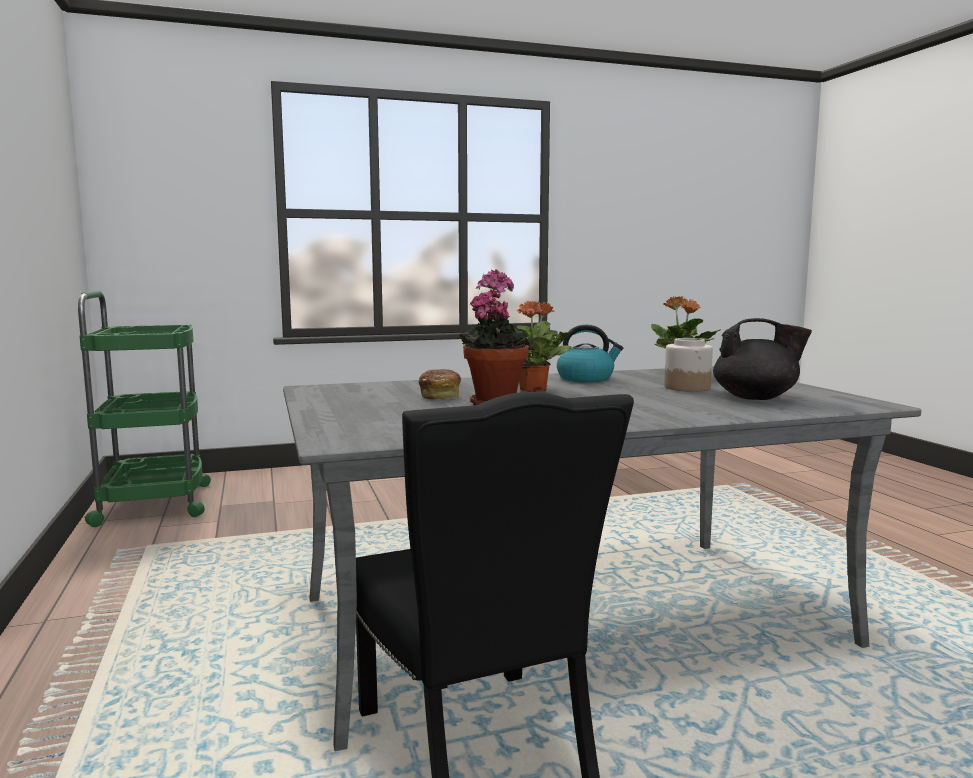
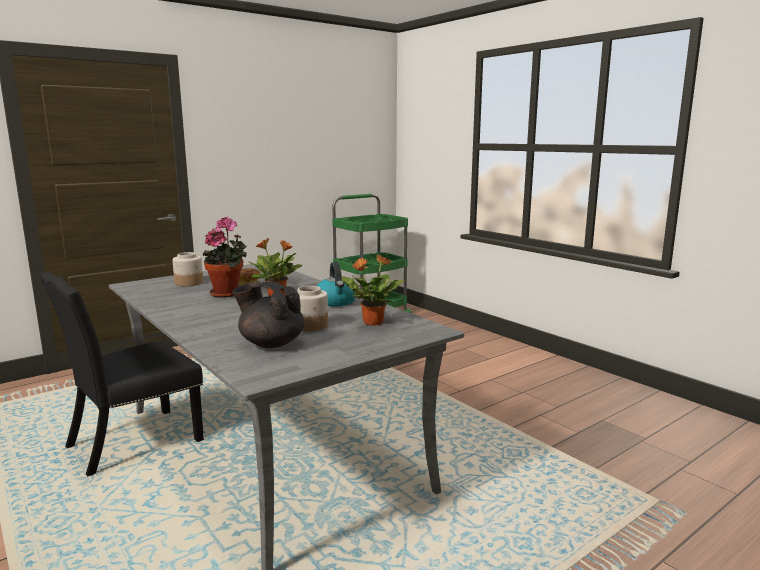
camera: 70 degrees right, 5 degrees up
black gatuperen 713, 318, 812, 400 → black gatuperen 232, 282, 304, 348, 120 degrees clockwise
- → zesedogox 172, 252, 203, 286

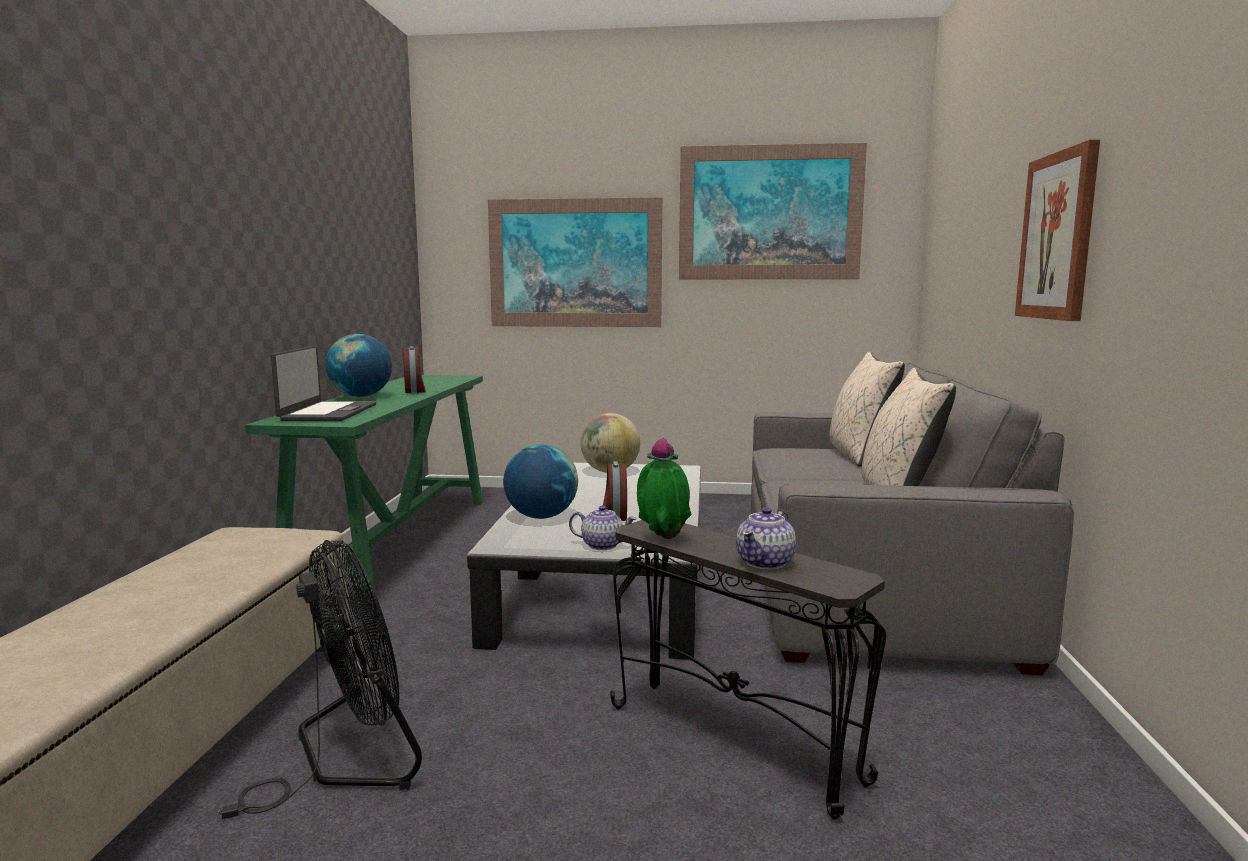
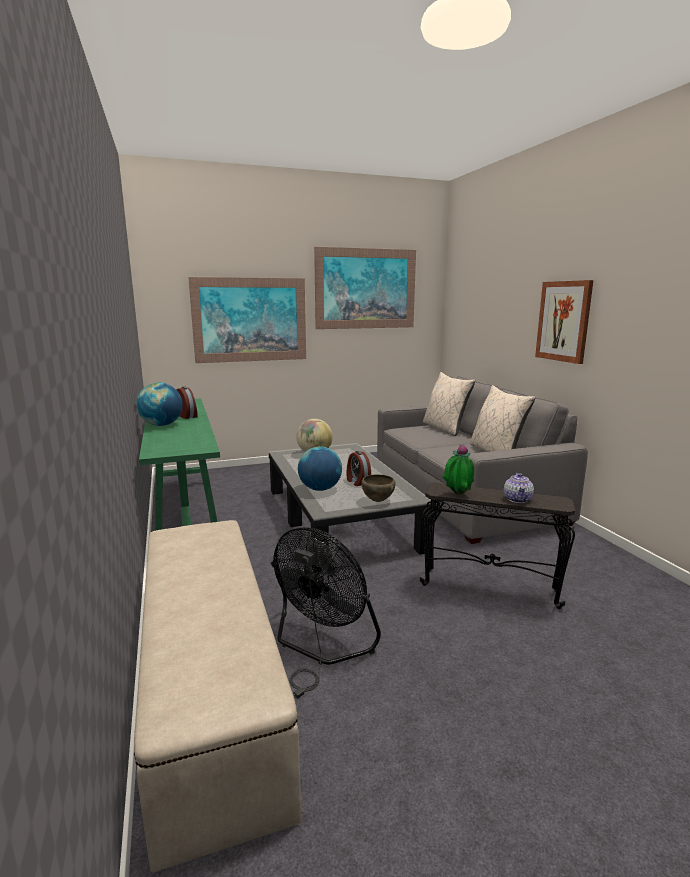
camera: 25 degrees left, 5 degrees up
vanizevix 271, 346, 376, 421 → -
gatuperen 569, 506, 637, 550 → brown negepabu 361, 474, 395, 502

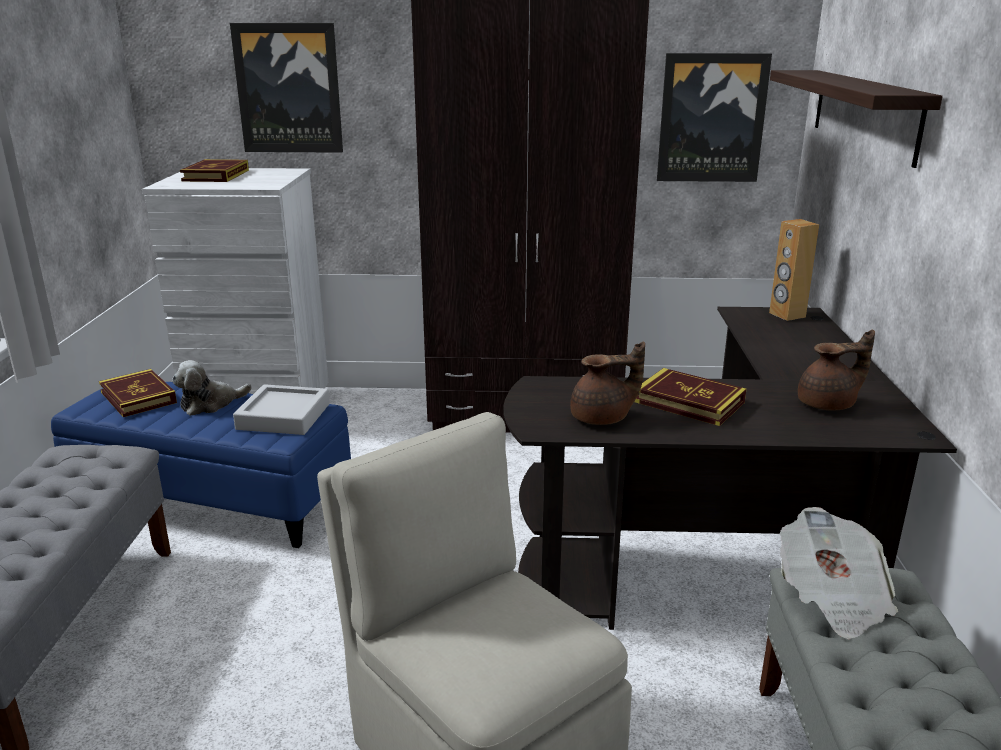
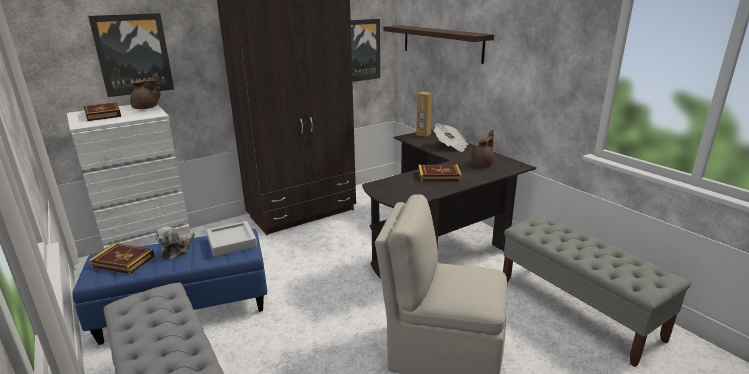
camera: 35 degrees left, 0 degrees up
brown gatuperen 570, 342, 645, 425 → brown gatuperen 130, 73, 161, 109, relocated
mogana 780, 507, 898, 639 → mogana 434, 123, 468, 152, relocated

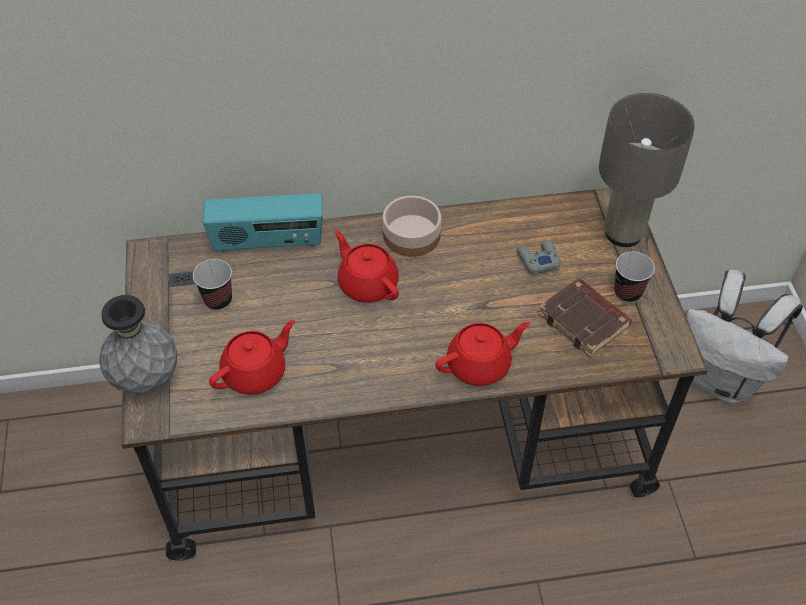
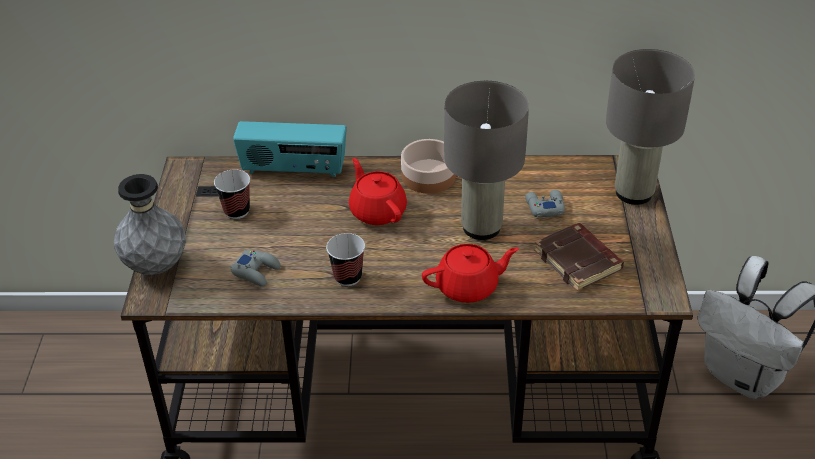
camera: 10 degrees right, 10 degrees down
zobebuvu 614, 252, 655, 303 → zobebuvu 326, 233, 365, 286, relocated
red gatuperen 209, 320, 295, 395 → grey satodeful 230, 249, 281, 287
- → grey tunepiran 444, 81, 529, 240

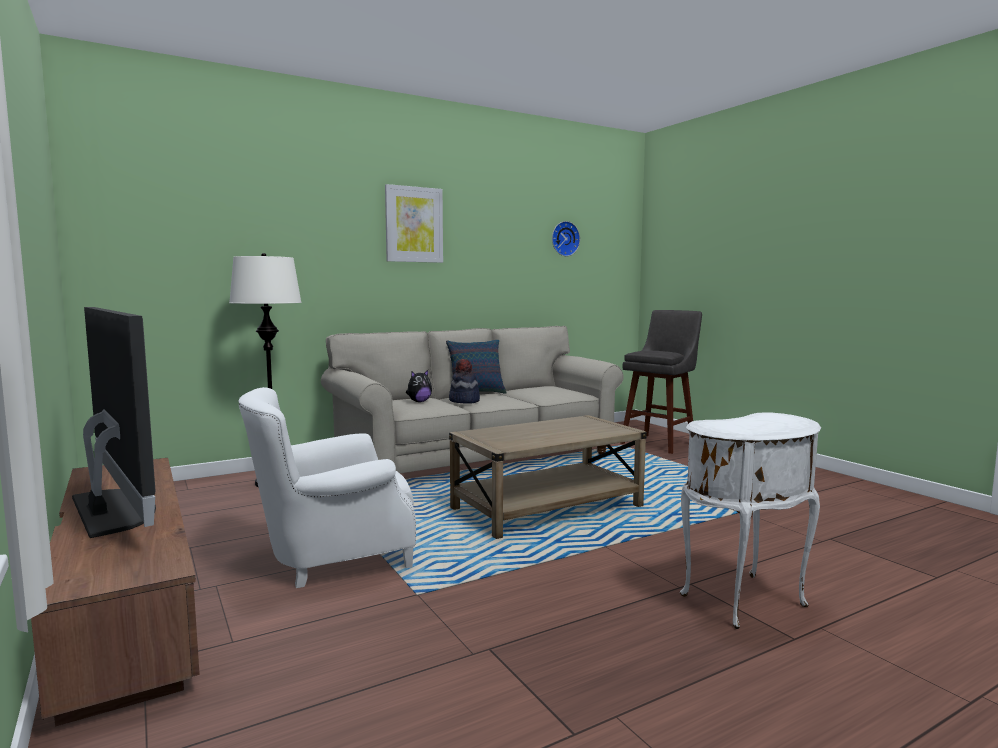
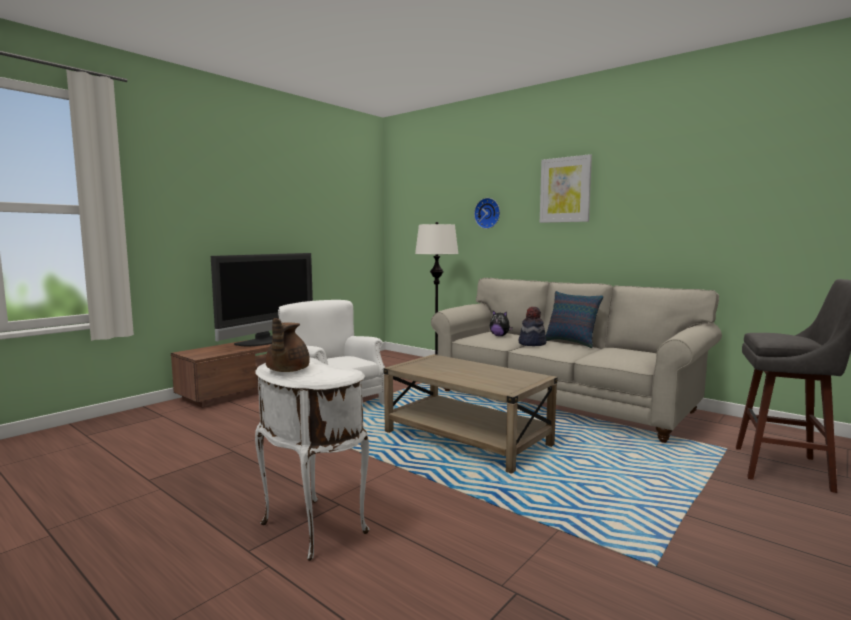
camera: 70 degrees right, 0 degrees up
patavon 552, 221, 580, 256 → patavon 474, 198, 500, 229, relocated
- → brown gatuperen 266, 318, 310, 372

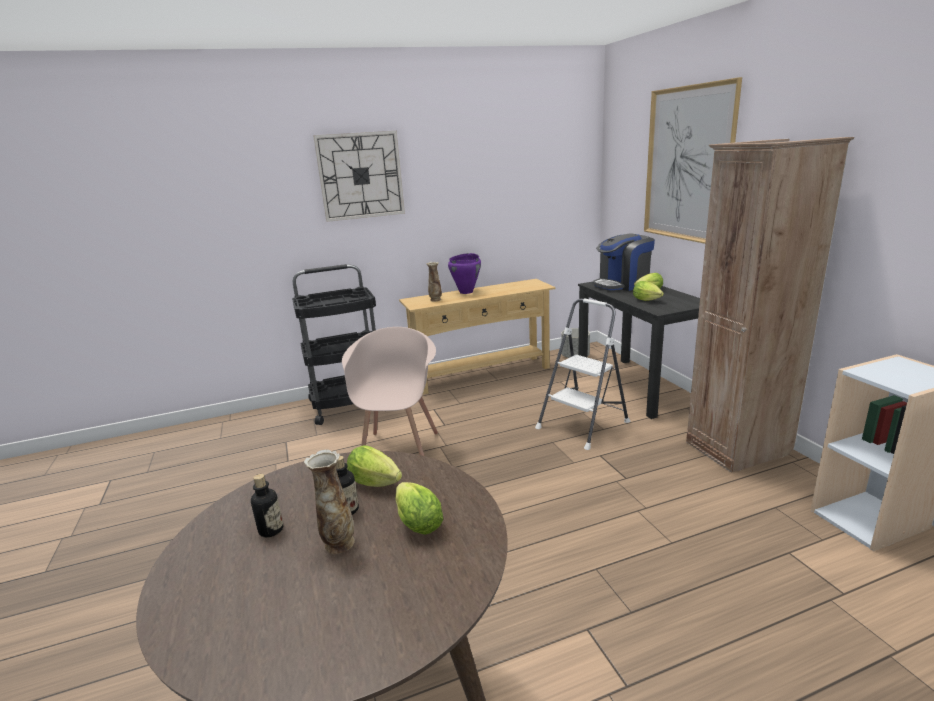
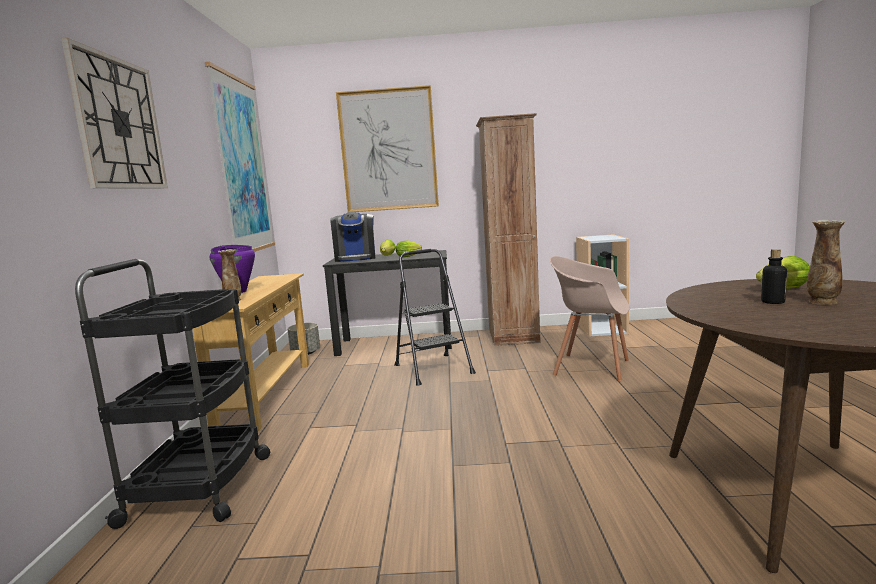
camera: 70 degrees left, 10 degrees down
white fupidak 535, 298, 631, 450 → black fupidak 394, 249, 476, 385
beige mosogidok 342, 327, 438, 456 → beige mosogidok 550, 256, 630, 381, relocated
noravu 347, 445, 402, 487 → -
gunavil 251, 474, 283, 537 → -
- → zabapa 205, 62, 275, 252

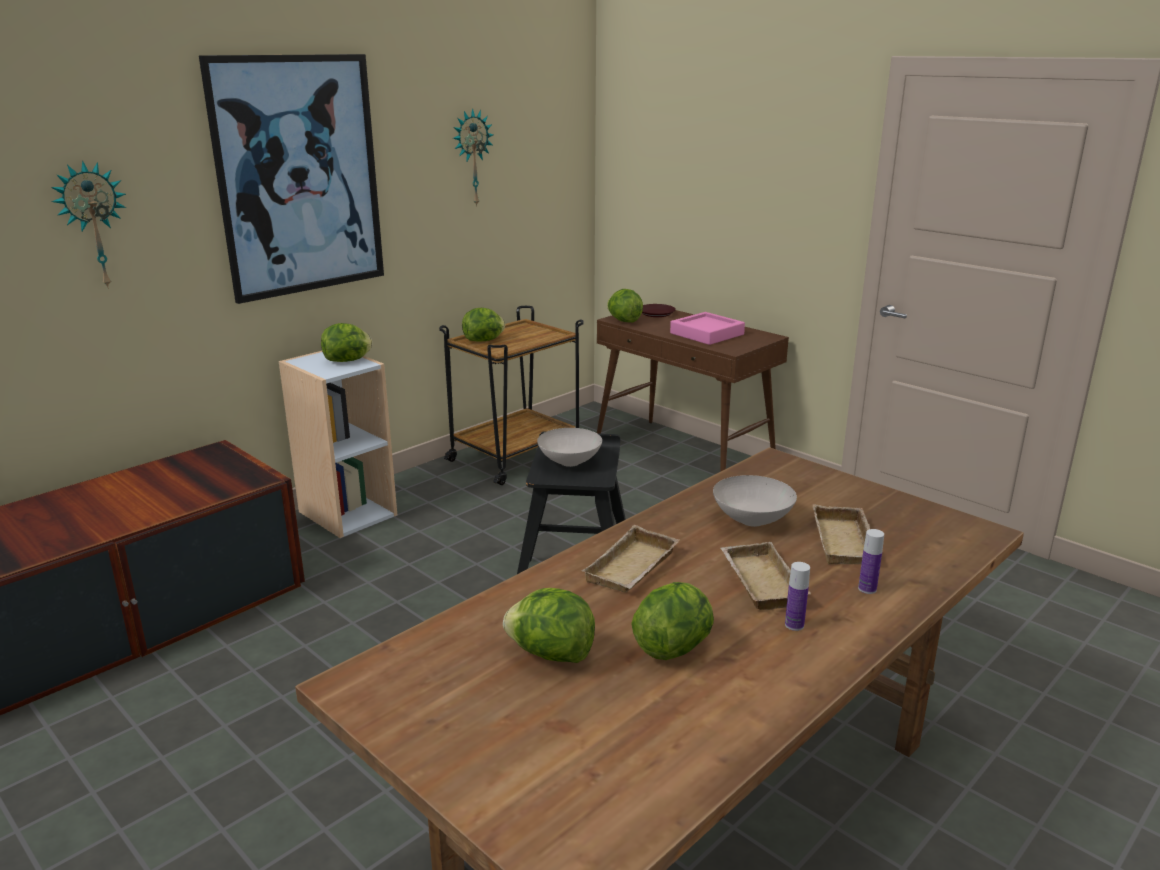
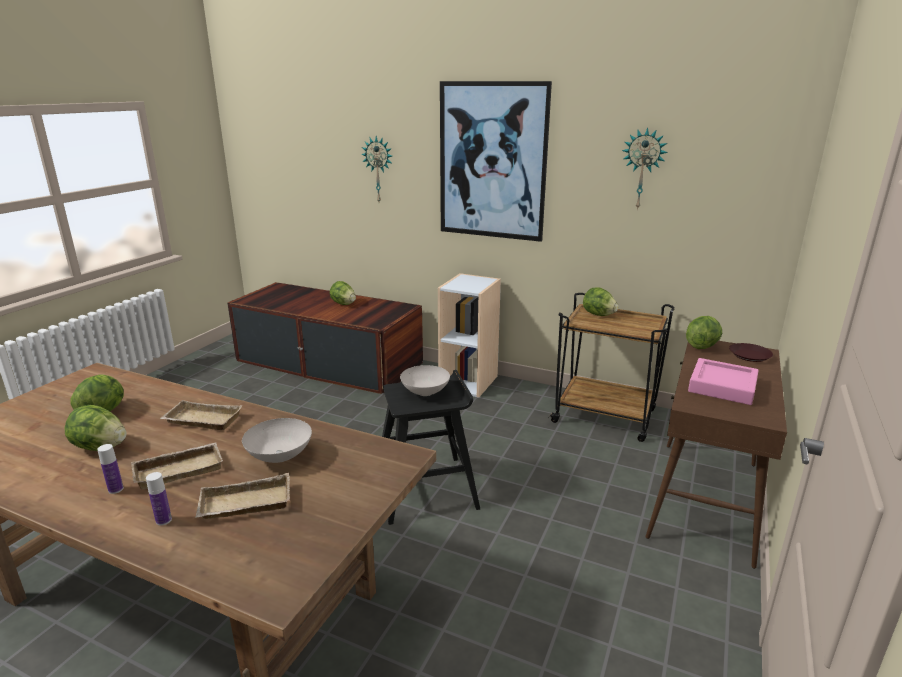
camera: 70 degrees right, 0 degrees up
noravu 321, 323, 372, 362 → noravu 330, 281, 356, 305, relocated

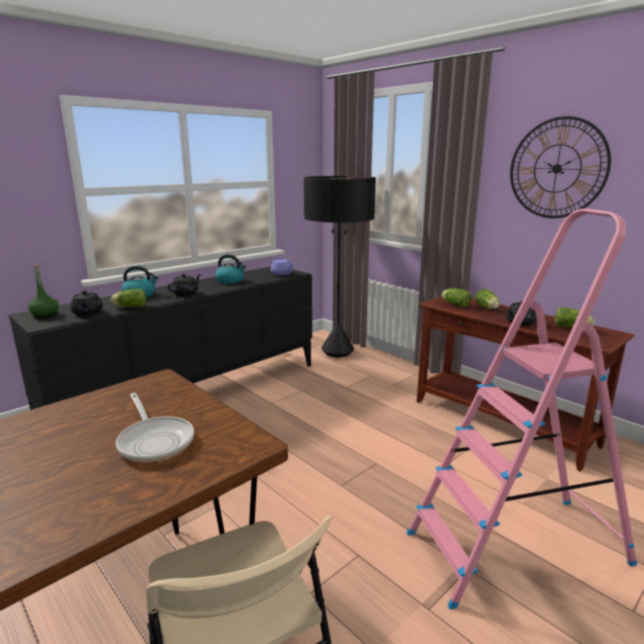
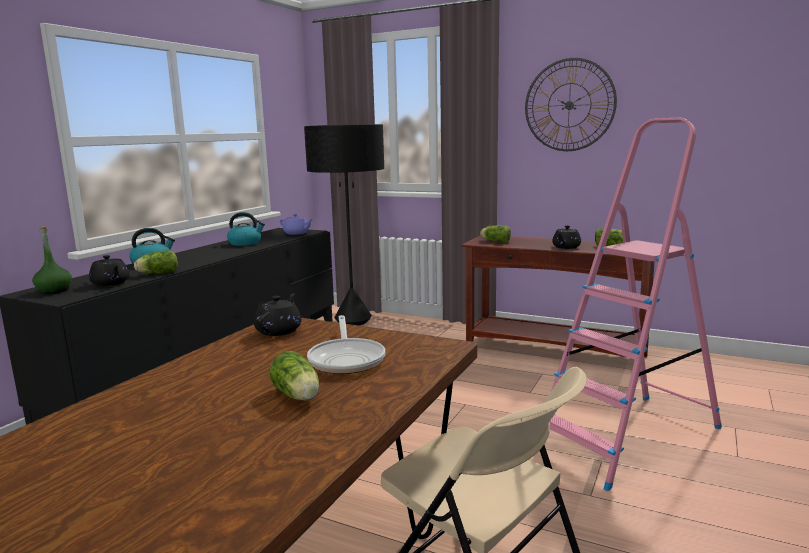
camera: 20 degrees left, 5 degrees down
black gatuperen 168, 274, 201, 296 → black gatuperen 254, 293, 302, 336, relocated
noravu 475, 289, 500, 309 → noravu 269, 351, 319, 401, relocated
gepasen 116, 393, 194, 462 → gepasen 307, 315, 385, 374, 45 degrees clockwise

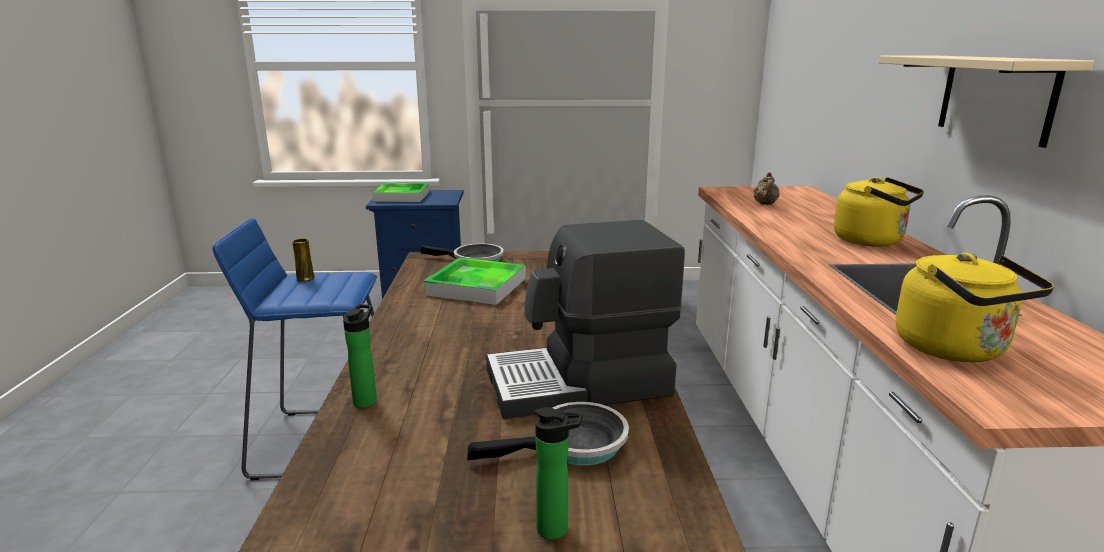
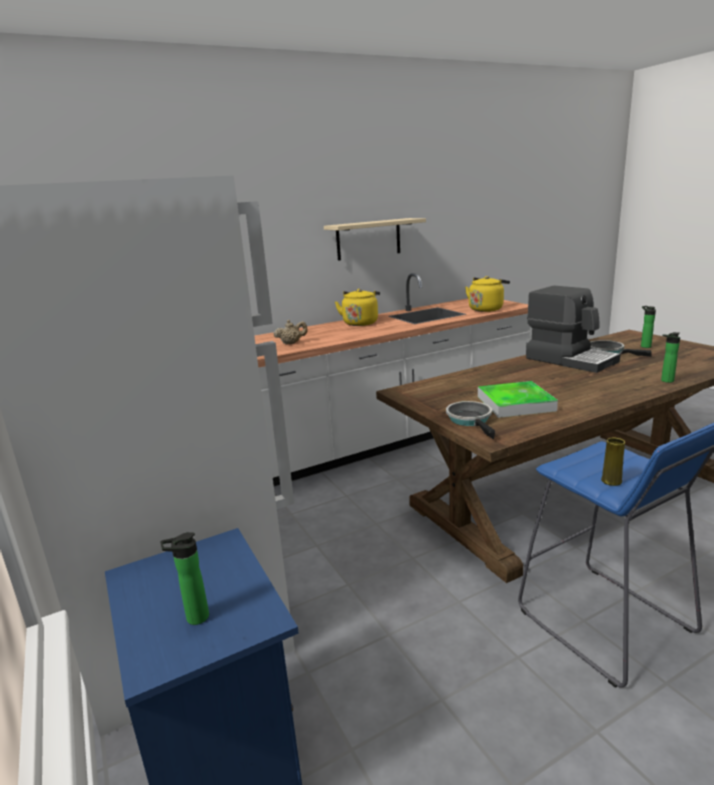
camera: 115 degrees left, 0 degrees up
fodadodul 372, 183, 430, 202 → gunavil 160, 532, 209, 625

